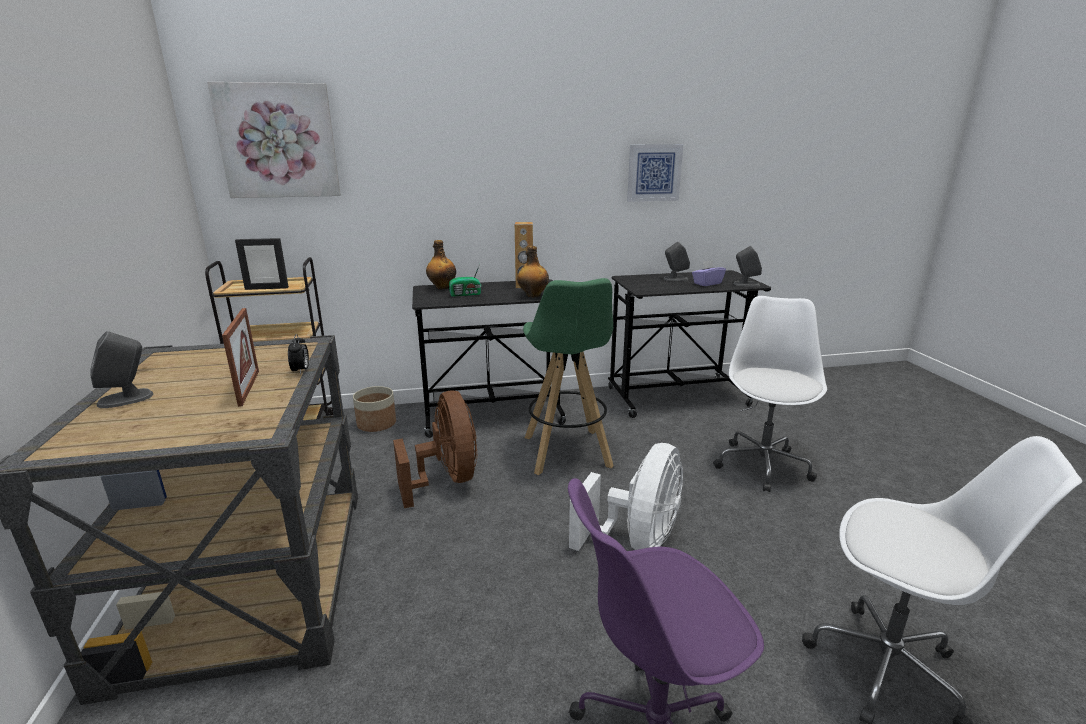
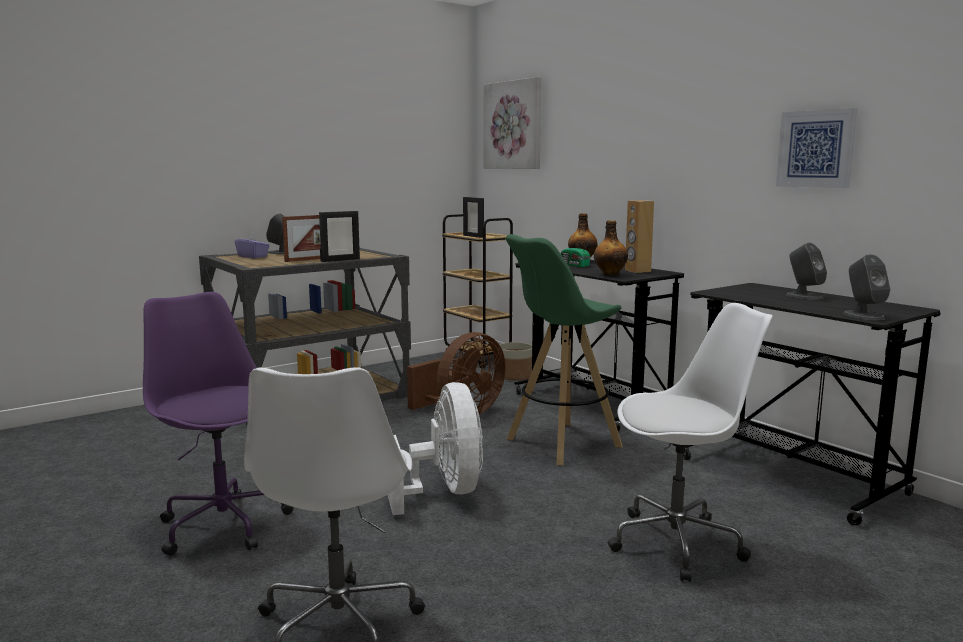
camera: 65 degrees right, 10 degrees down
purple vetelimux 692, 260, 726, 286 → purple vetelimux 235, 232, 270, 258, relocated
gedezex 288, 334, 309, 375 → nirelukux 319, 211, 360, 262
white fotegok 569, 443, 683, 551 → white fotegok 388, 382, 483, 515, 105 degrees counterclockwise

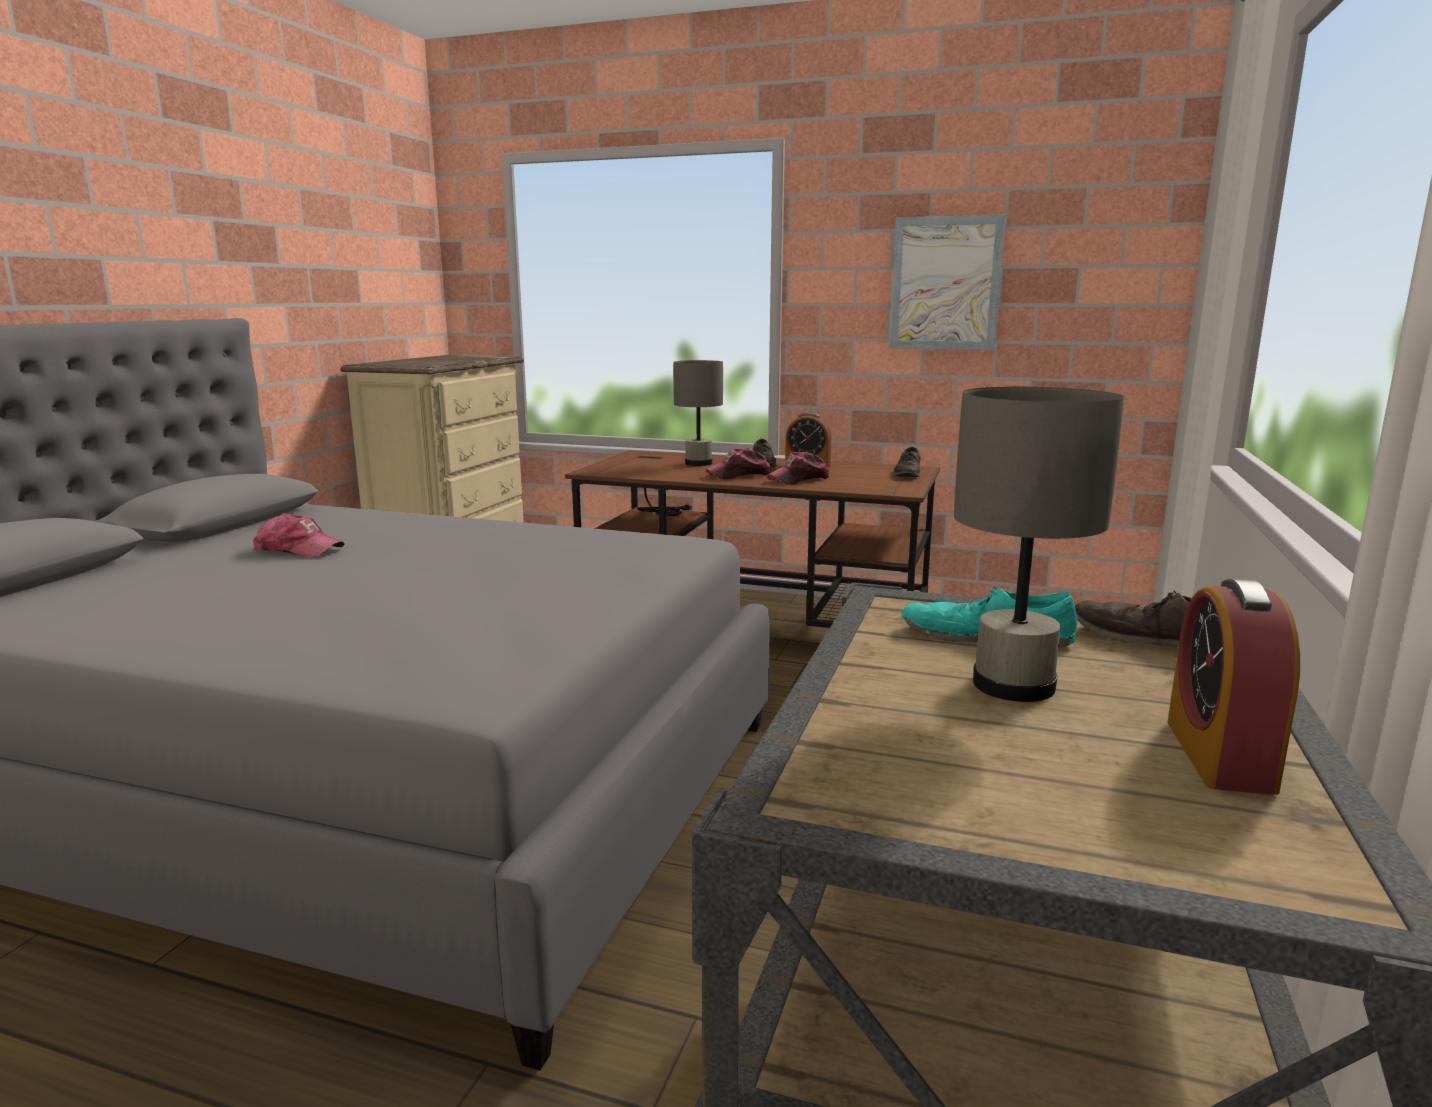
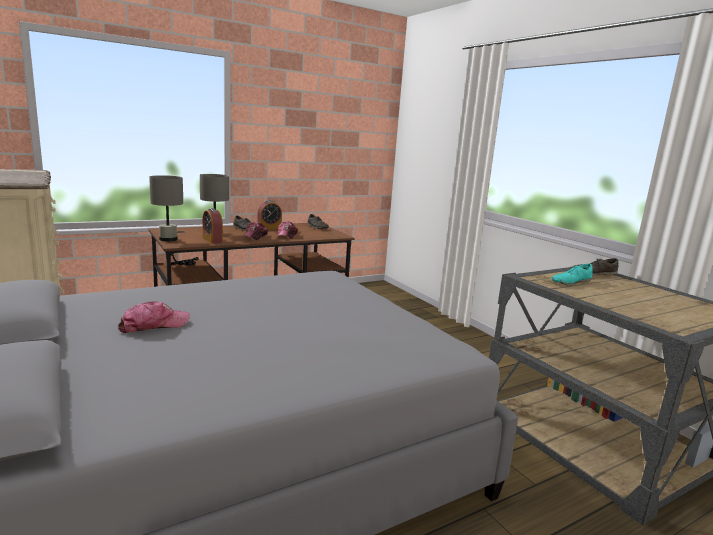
camera: 50 degrees left, 0 degrees up
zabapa 889, 215, 1006, 350 → -
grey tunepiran 954, 387, 1124, 702 → grey tunepiran 149, 175, 183, 241, relocated
gedezex 1167, 579, 1300, 795 → gedezex 203, 208, 223, 244, relocated

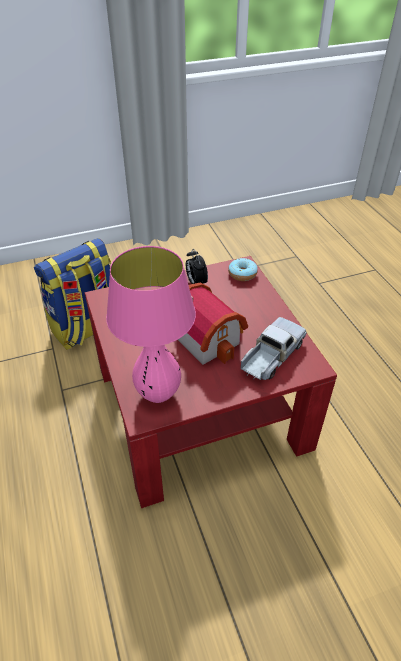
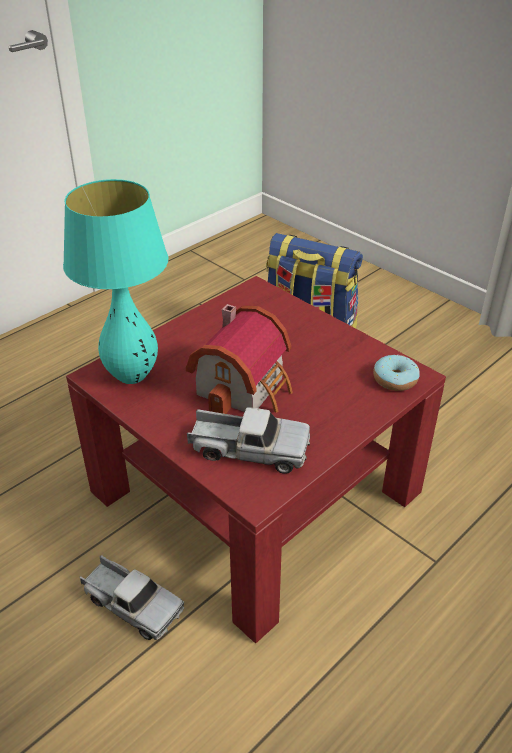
camera: 65 degrees right, 5 degrees down
pink tunepiran 106, 246, 196, 403 → turquoise tunepiran 63, 179, 168, 384
gedezex 186, 249, 208, 284 → -
- → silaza 79, 555, 184, 640

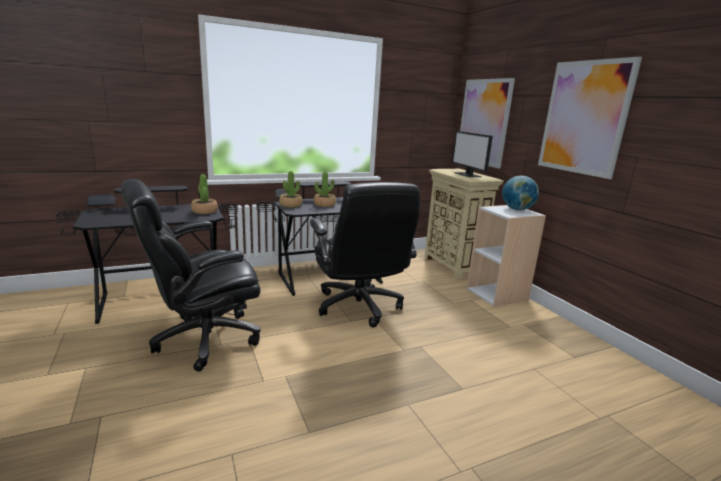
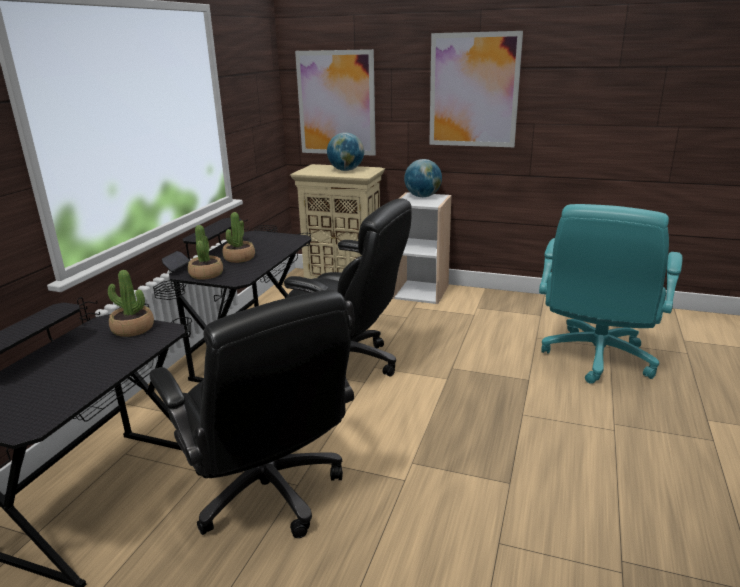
camera: 45 degrees left, 5 degrees up
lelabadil 452, 131, 493, 177 → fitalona 327, 132, 364, 171
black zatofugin 121, 179, 261, 372 → black zatofugin 150, 290, 354, 538, 45 degrees counterclockwise
- → turquoise zatofugin 539, 204, 683, 384

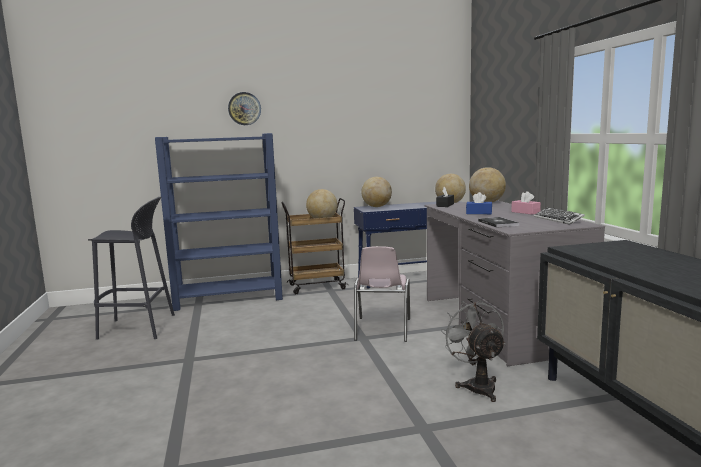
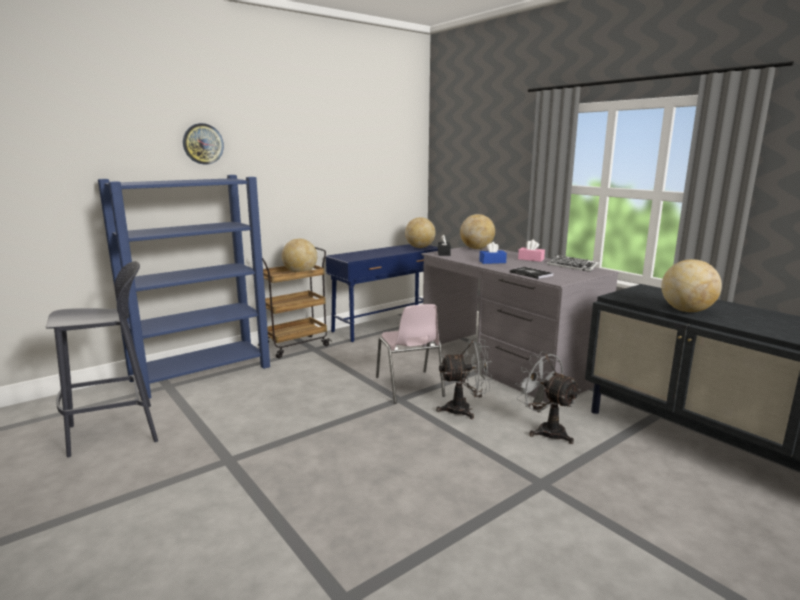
camera: 25 degrees left, 5 degrees up
fitalona 361, 177, 392, 207 → fitalona 661, 259, 722, 312, relocated
- → grey fotegok 436, 339, 492, 419

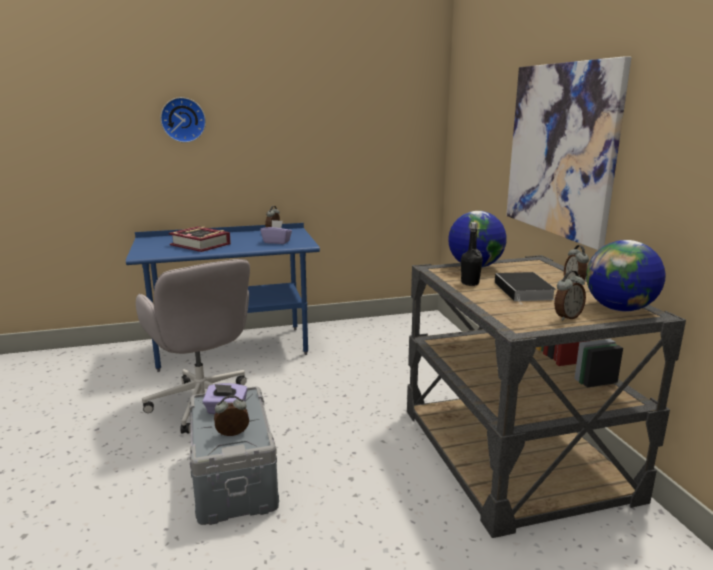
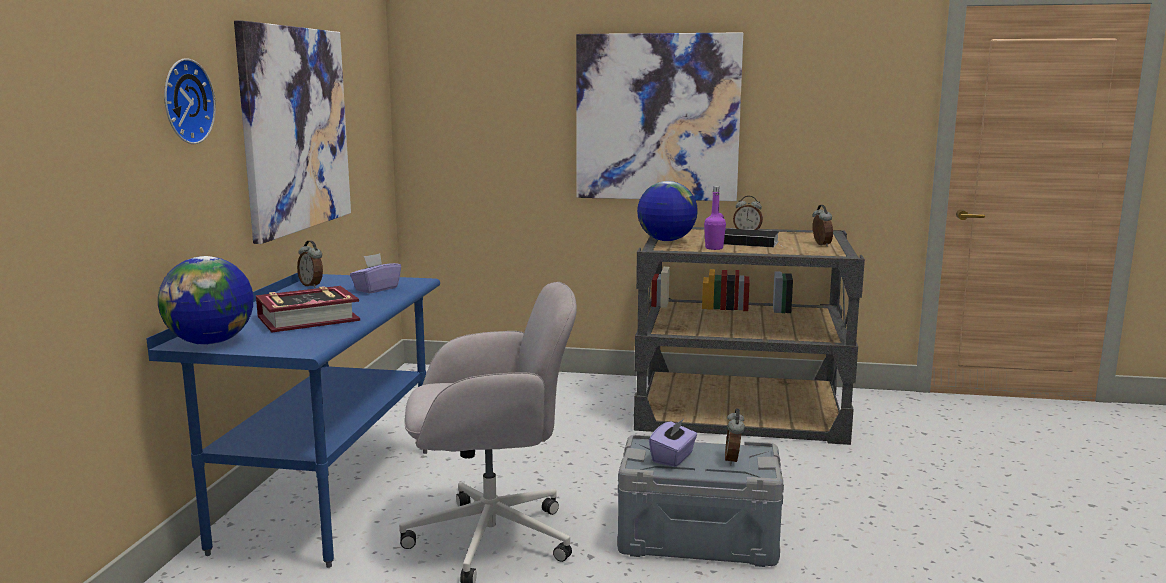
camera: 65 degrees left, 5 degrees down
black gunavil 461, 222, 483, 286 → purple gunavil 704, 186, 726, 250
fitalona 586, 240, 666, 312 → fitalona 158, 256, 253, 345, relocated
- → zabapa 234, 21, 351, 244

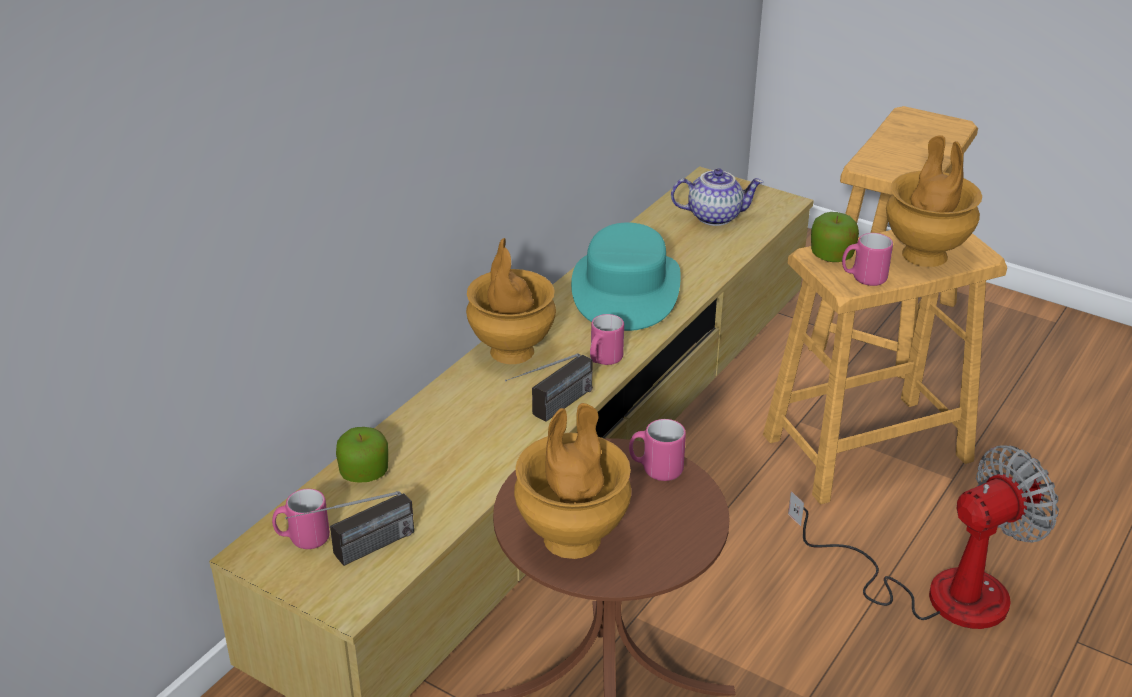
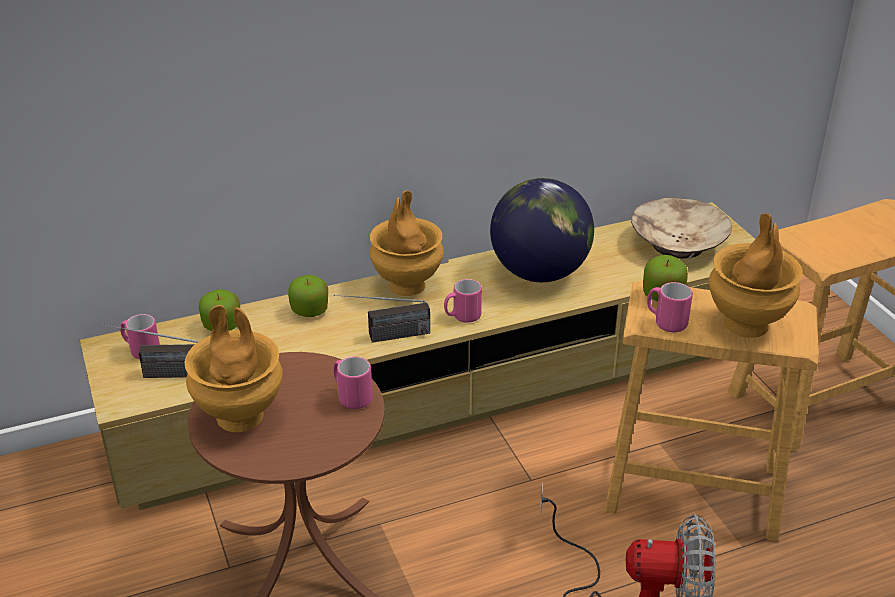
camera: 35 degrees right, 0 degrees up
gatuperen 671, 168, 763, 226 → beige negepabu 631, 197, 732, 259
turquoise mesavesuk 571, 222, 681, 331 → fitalona 490, 178, 594, 282
- → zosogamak 288, 275, 328, 317

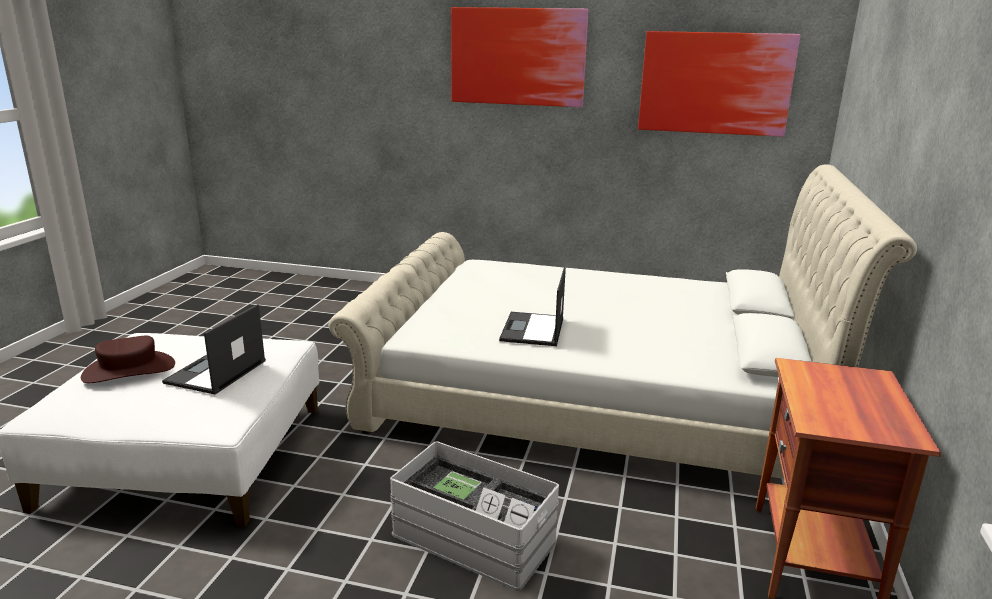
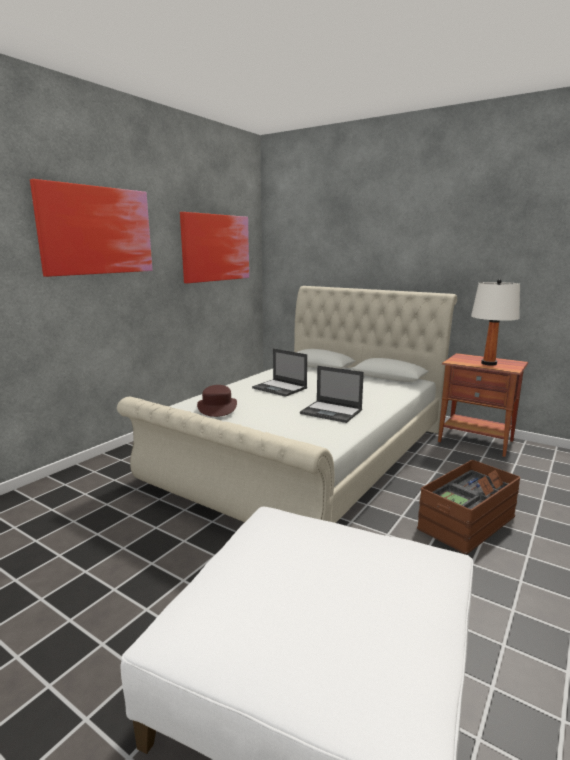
camera: 70 degrees left, 5 degrees down
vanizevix 162, 304, 266, 395 → vanizevix 252, 348, 307, 397, relocated
brown mesavesuk 81, 336, 175, 383 → brown mesavesuk 197, 385, 237, 417, relocated
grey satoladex 390, 442, 559, 591 → brown satoladex 417, 460, 520, 554
- → white tunepiran 471, 279, 520, 366

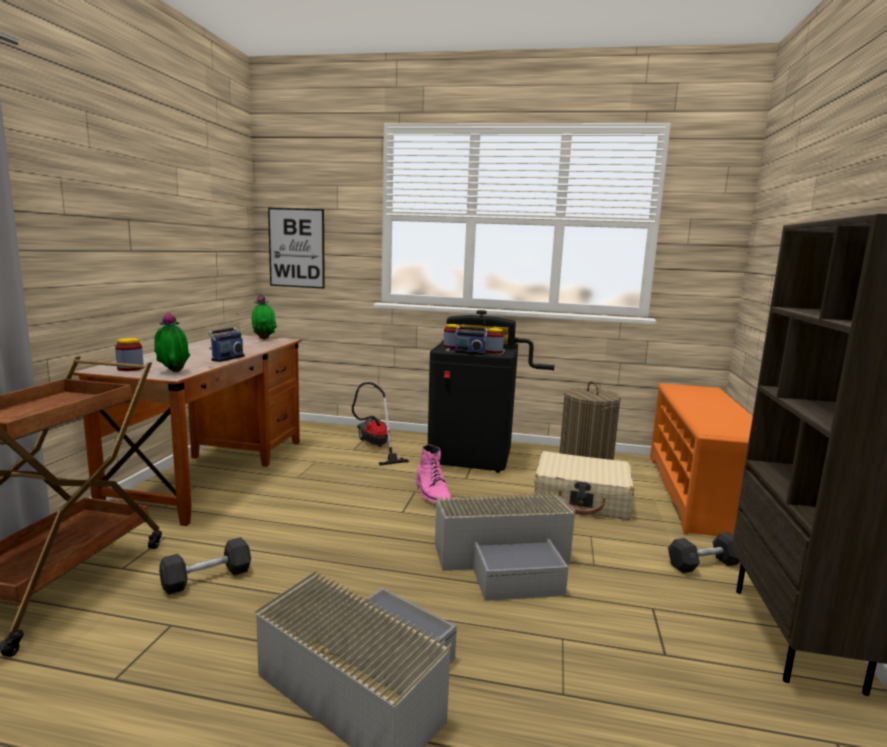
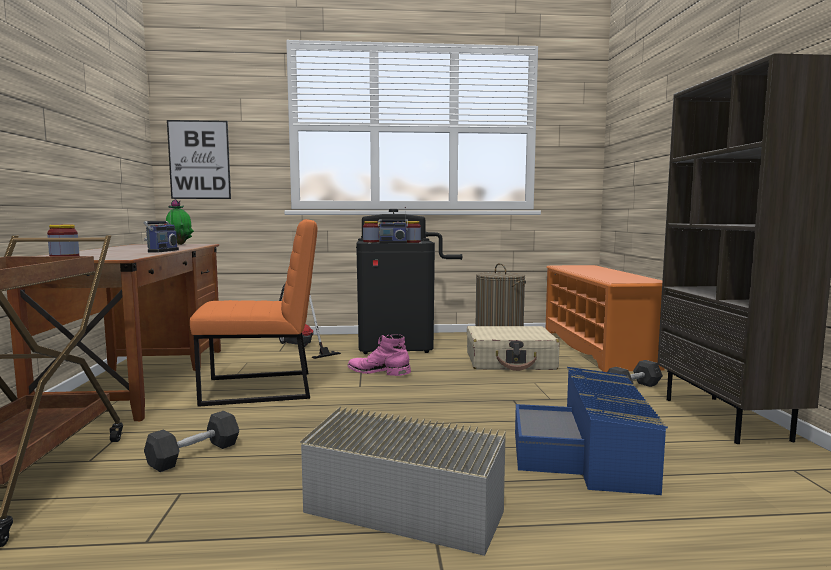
camera: 15 degrees left, 5 degrees down
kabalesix 154, 312, 190, 372 → -
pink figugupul 415, 445, 451, 503 → pink figugupul 347, 334, 411, 376, 150 degrees clockwise
grey satoladex 435, 492, 575, 601 → -
- → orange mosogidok 190, 219, 318, 407
- → blue satoladex 515, 367, 668, 495

